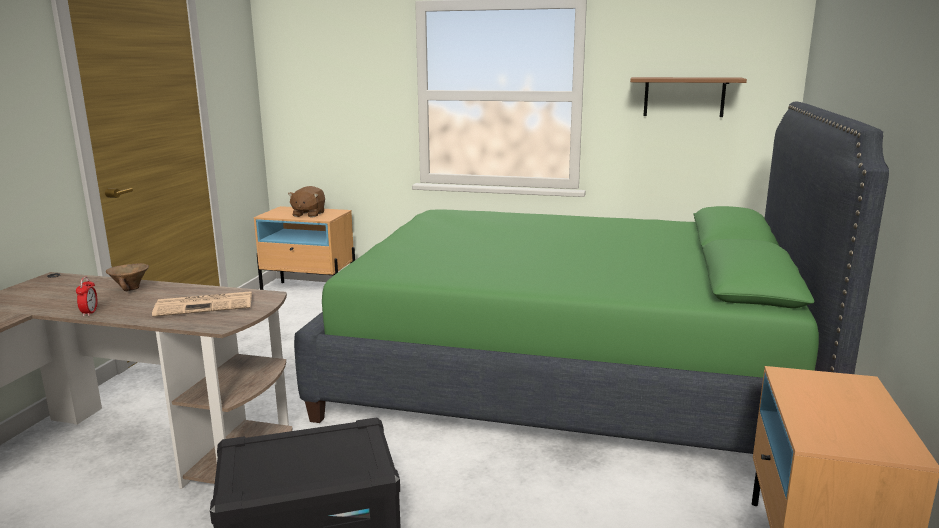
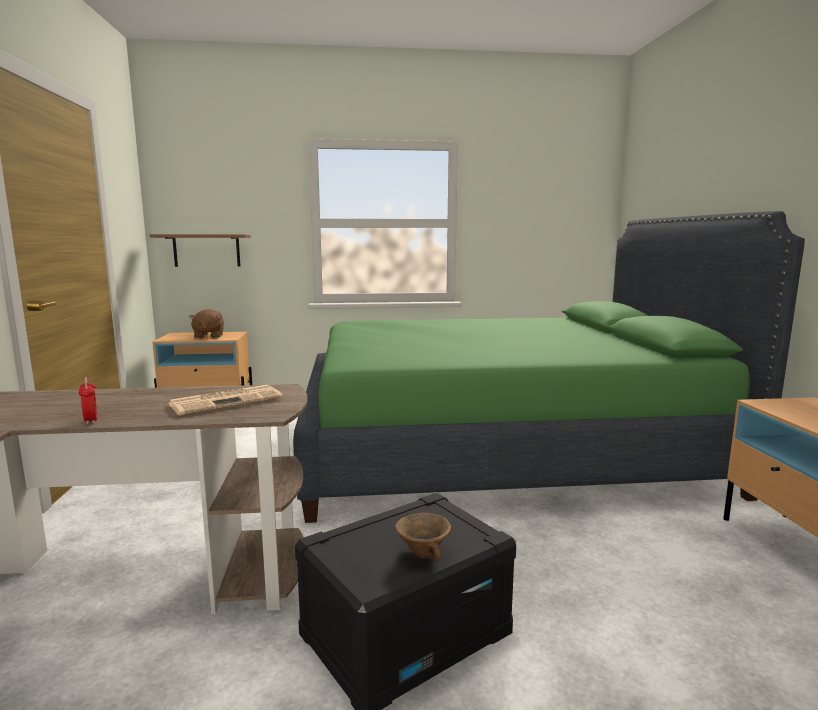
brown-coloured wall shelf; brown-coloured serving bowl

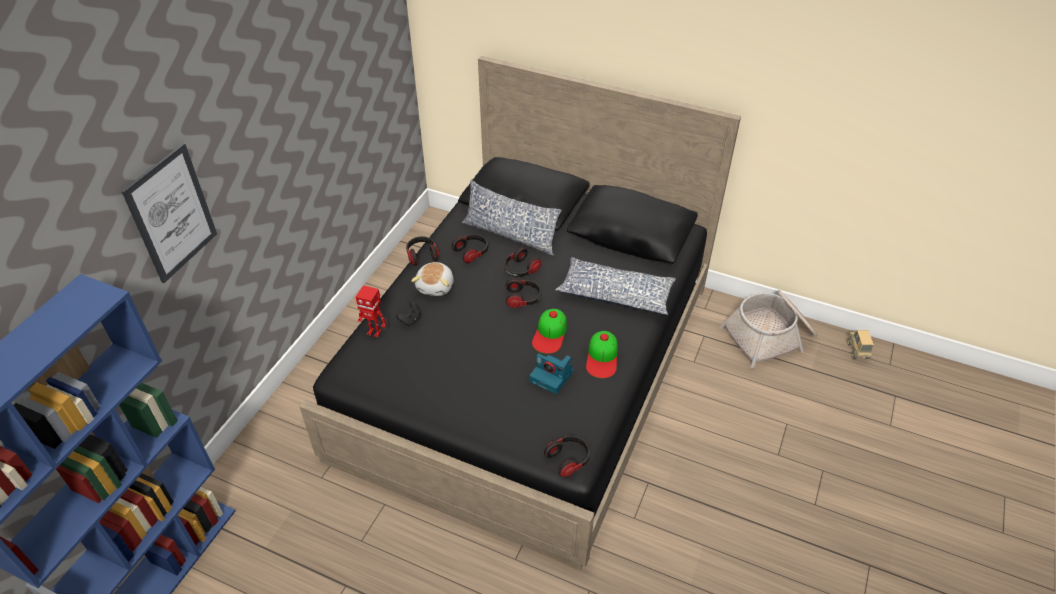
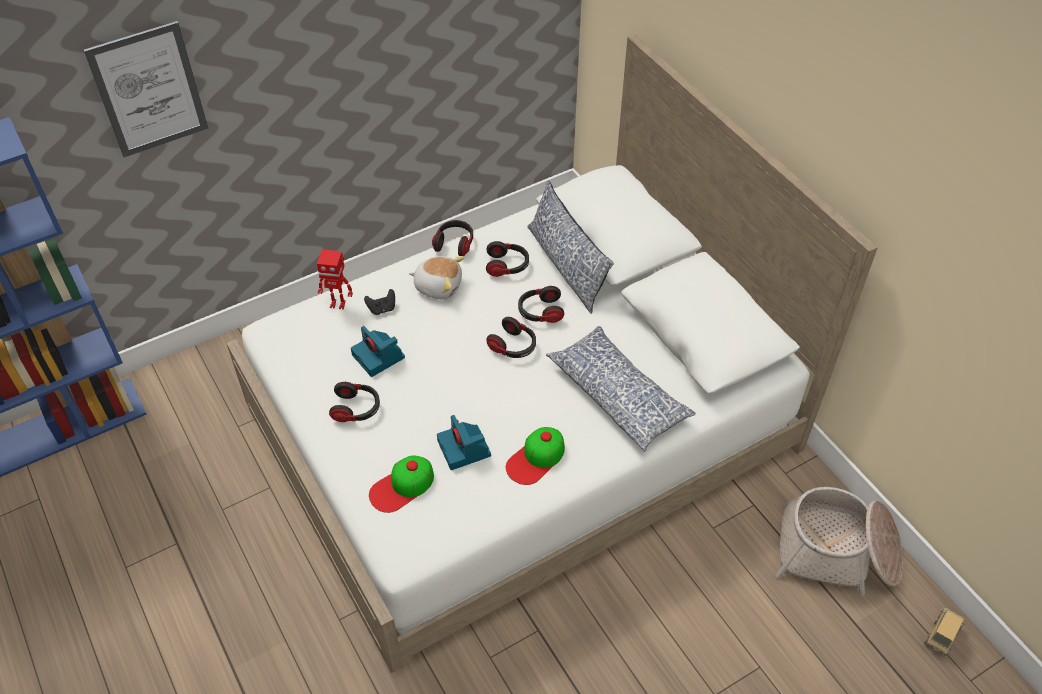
white-coloured sleeping bed; robot figure; headset (1st from left); still camera (1st from left); peaked cap (1st from left); cuddly toy

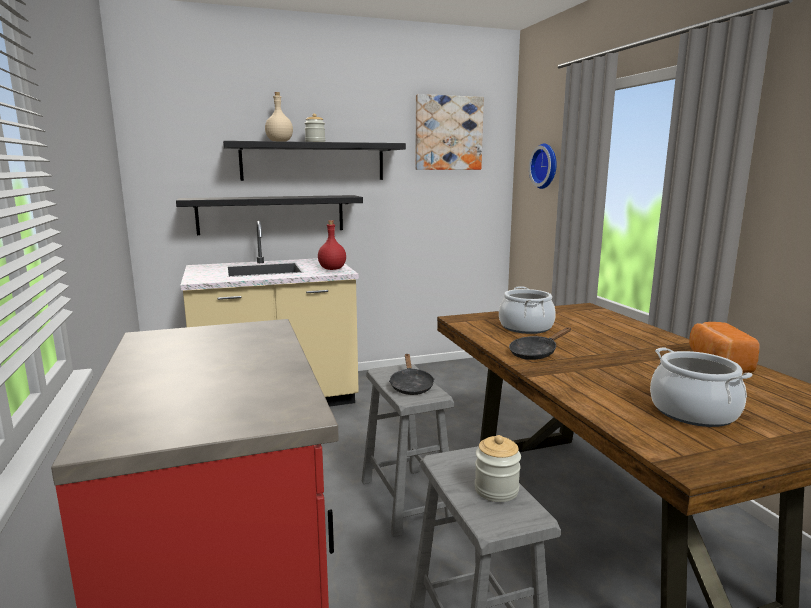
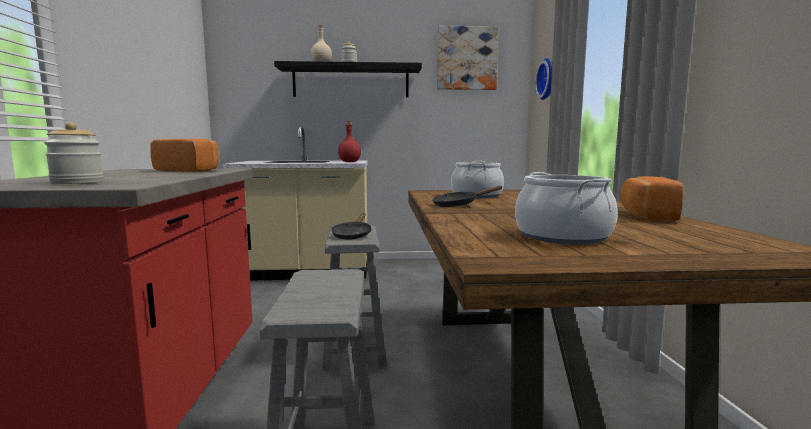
jar (1st from left); bread (1st from left); black-coloured wall shelf (1st from left in the first image)

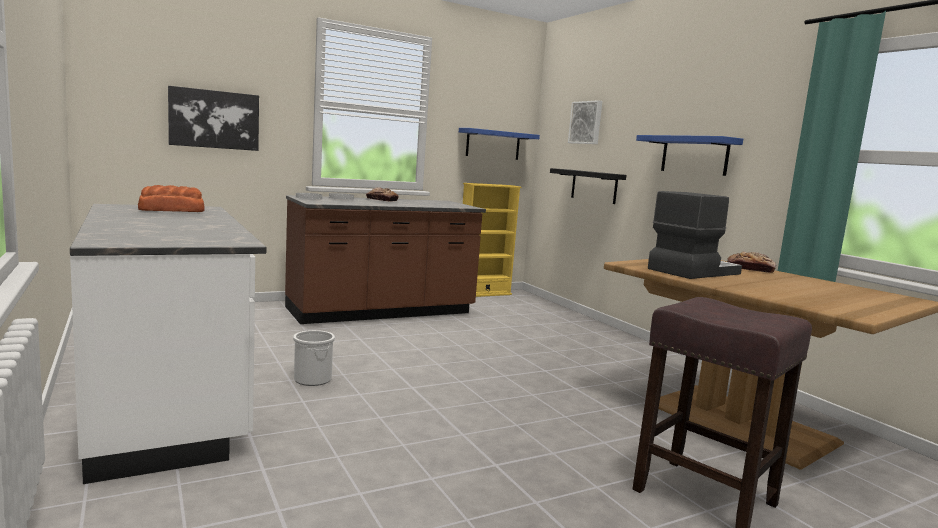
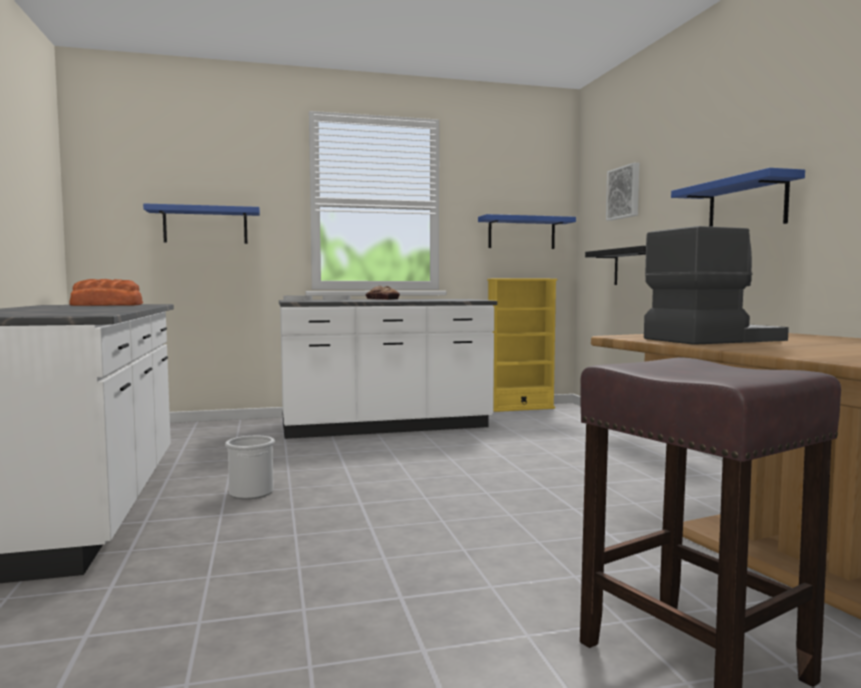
blue-coloured wall shelf (1st from left); white-coloured counter (2nd from left); bread (3rd from left in the first image)

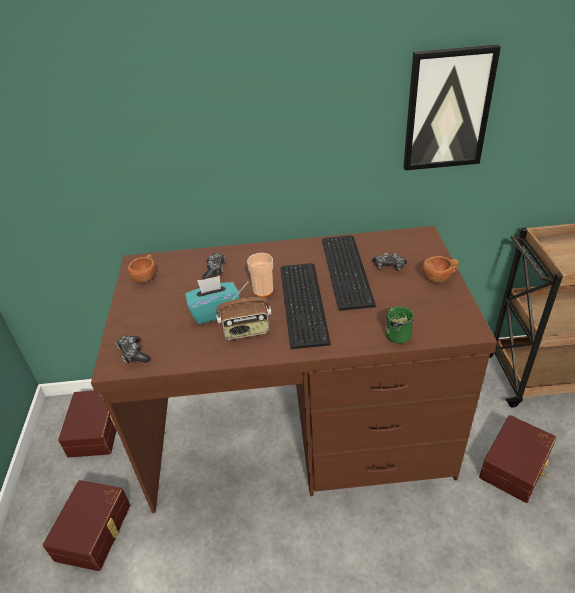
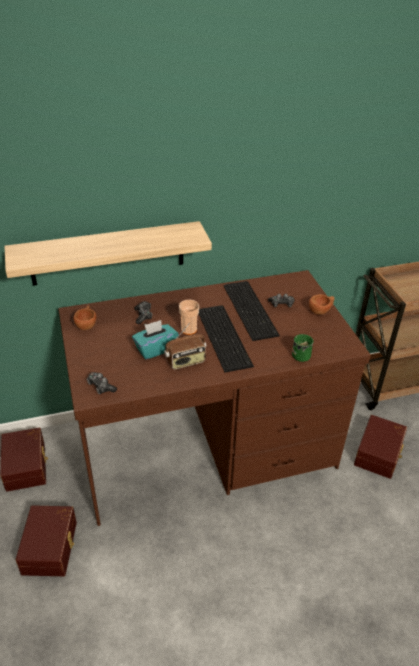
wall shelf; wall picture

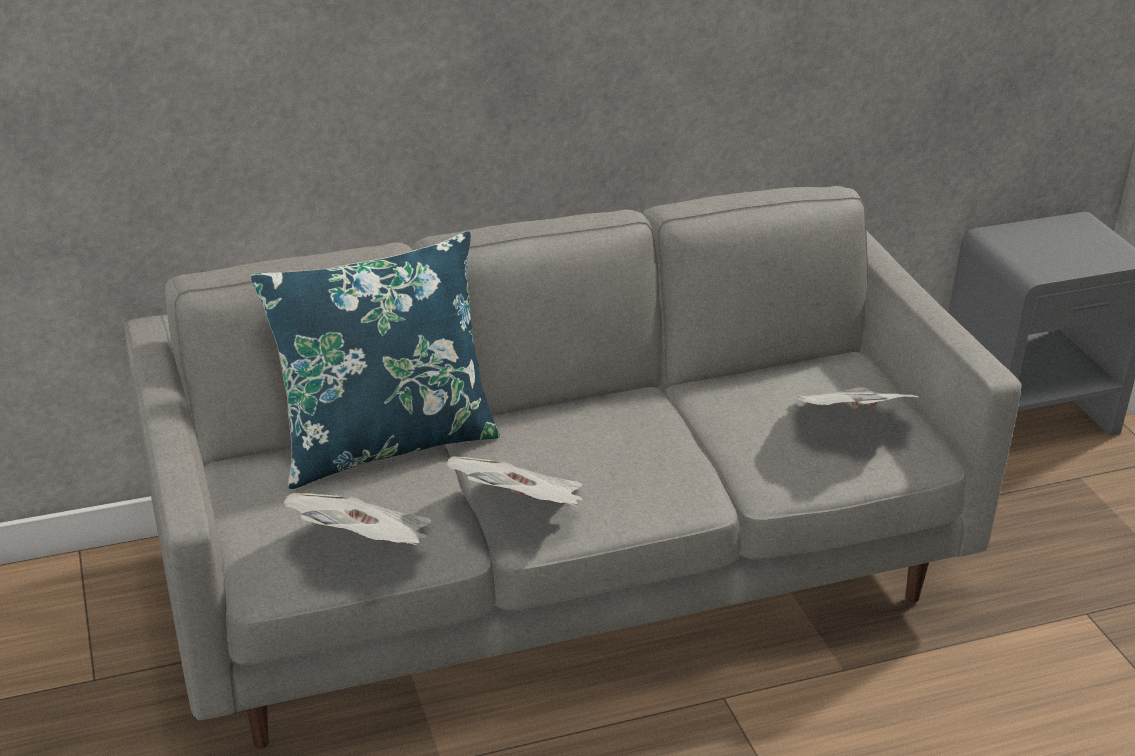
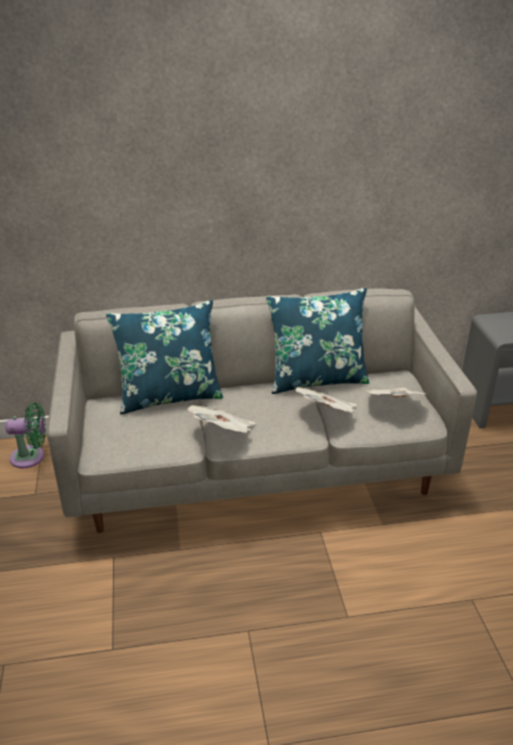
greenish fan; blue-coloured throw pillow (2nd from left); printed paper (2nd from left)

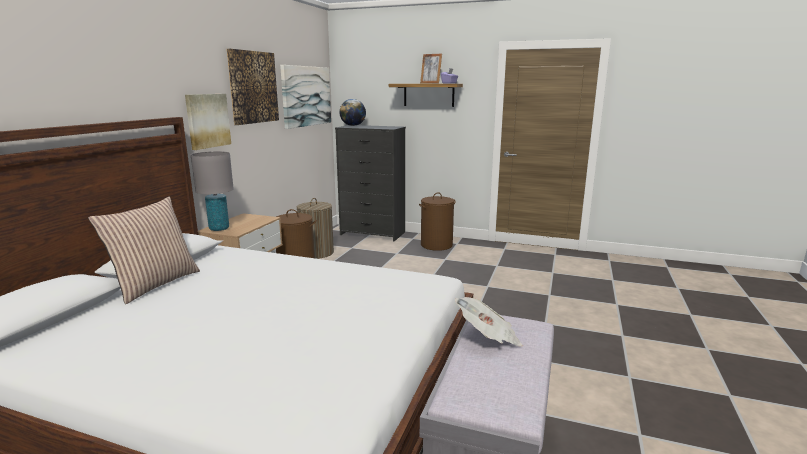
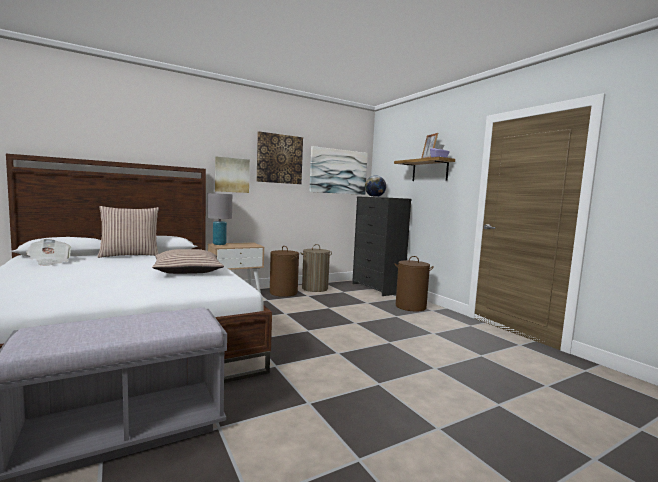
printed paper; throw pillow (2nd from left)

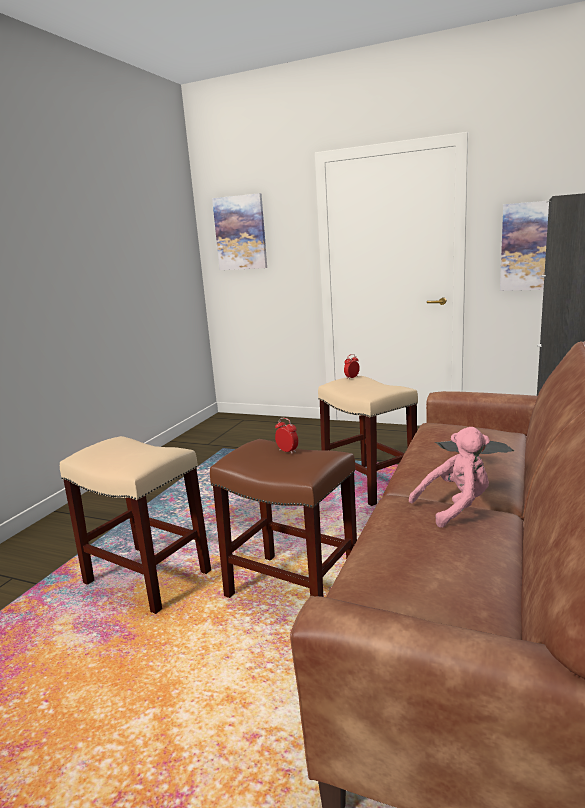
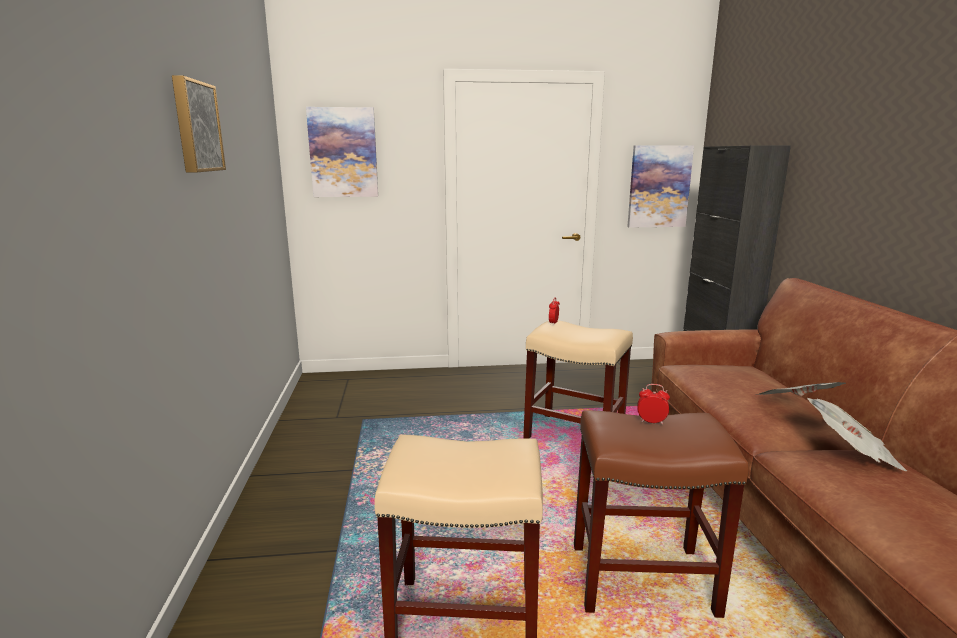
wall picture (1st from left); printed paper (2nd from left)

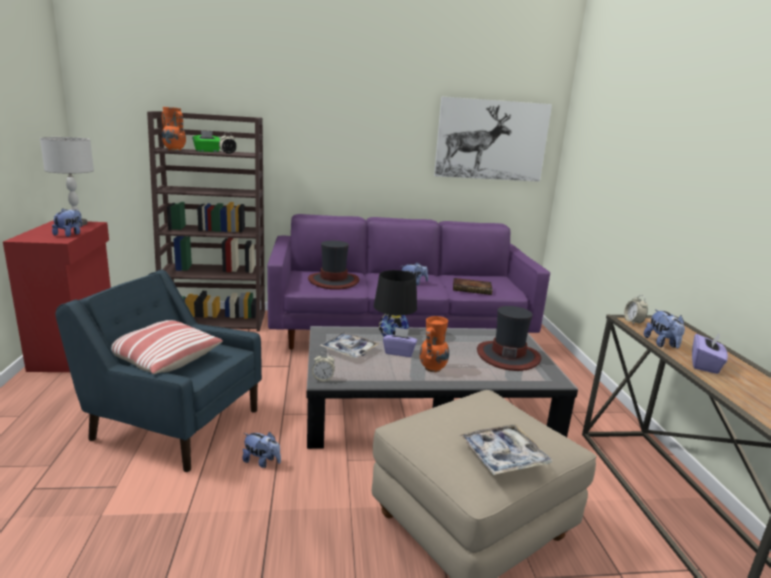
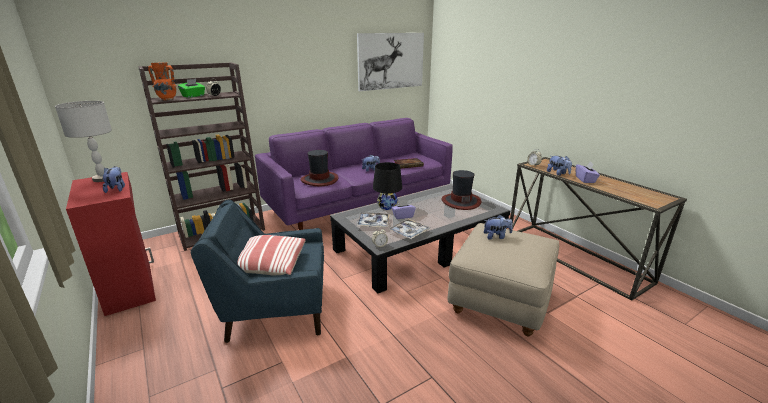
serving tray (2nd from left); cuddly toy (3rd from left); orange decorative vase (2nd from left in the first image)

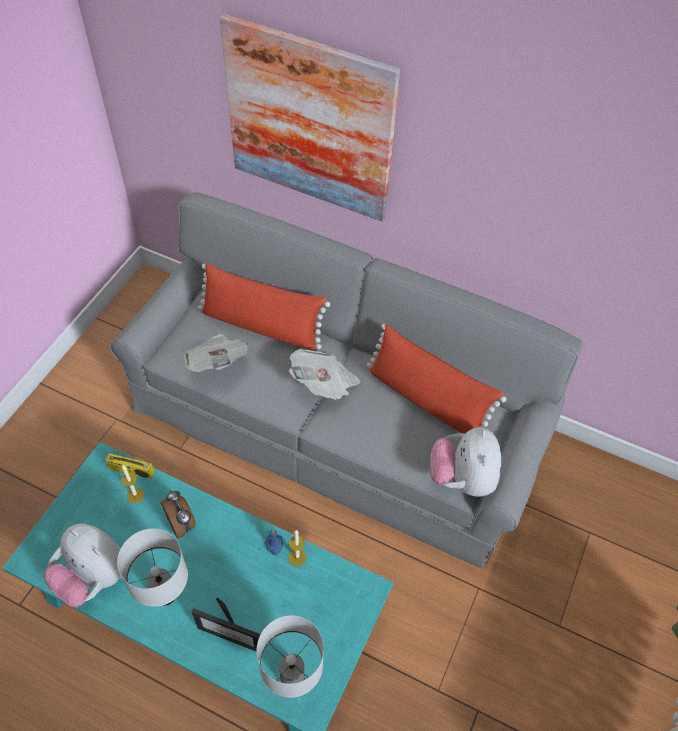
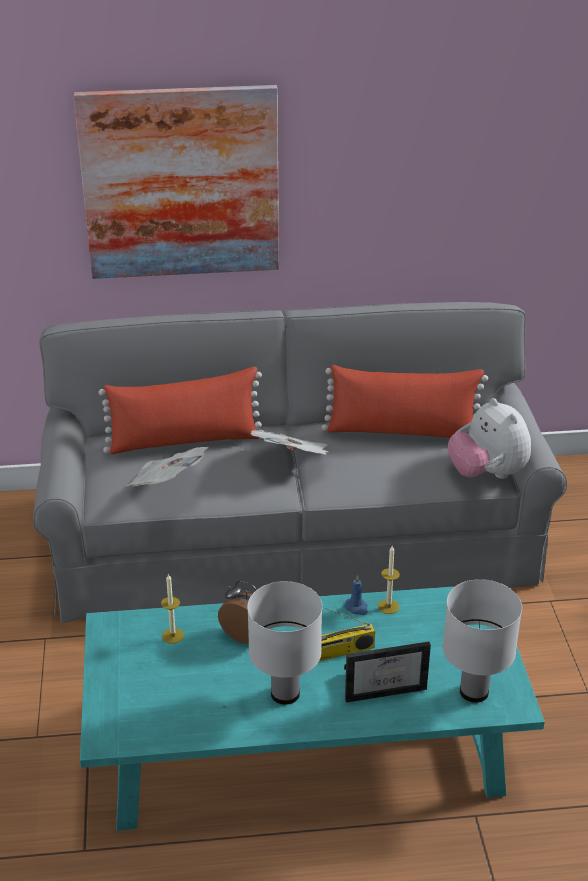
radio; cuddly toy (1st from left in the first image)

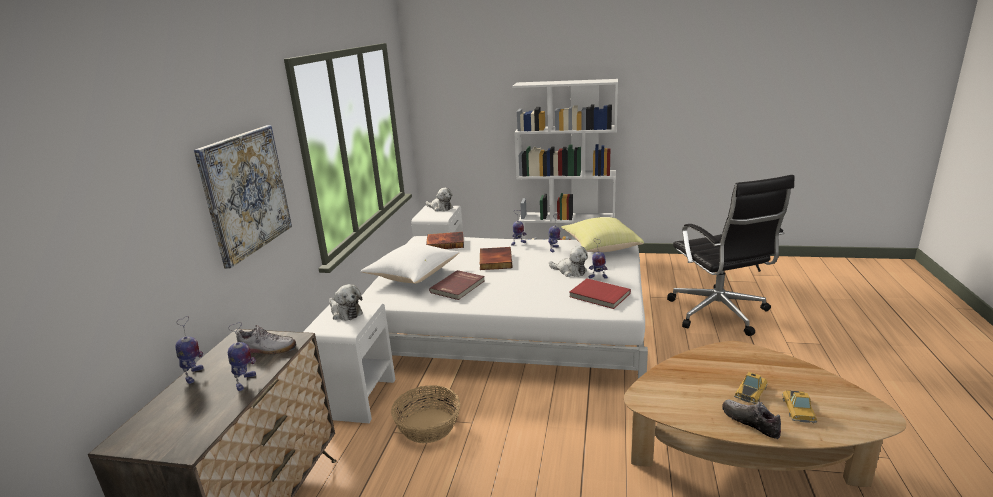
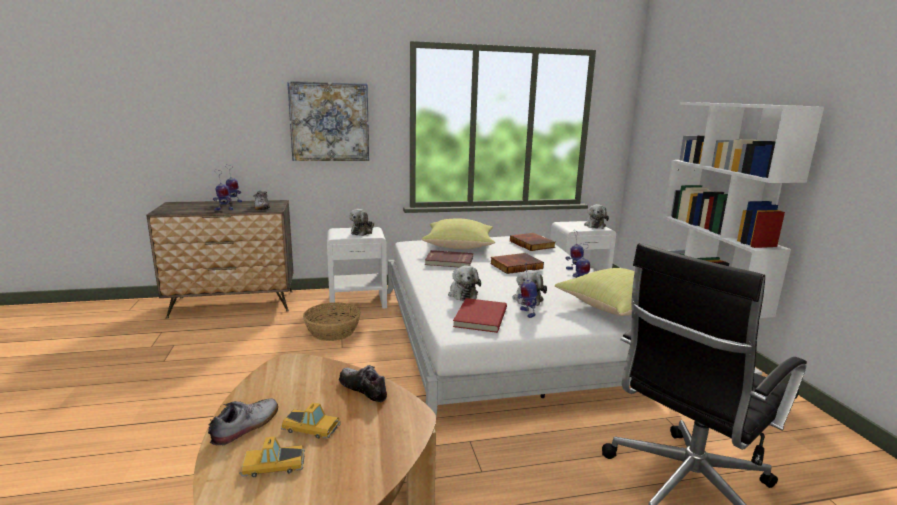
shoe (3rd from left); yellow throw pillow (1st from left); cuddly toy (2nd from left)

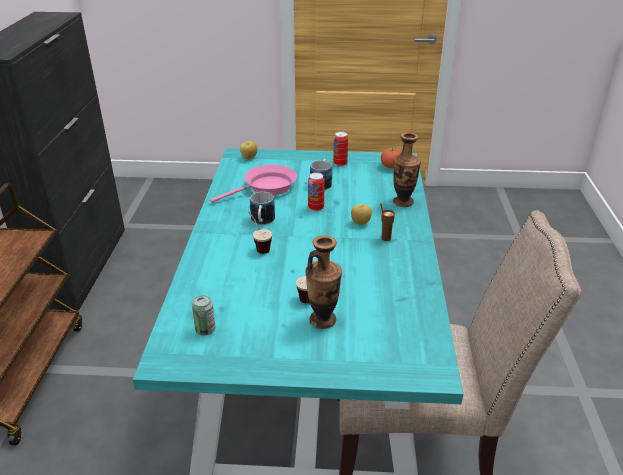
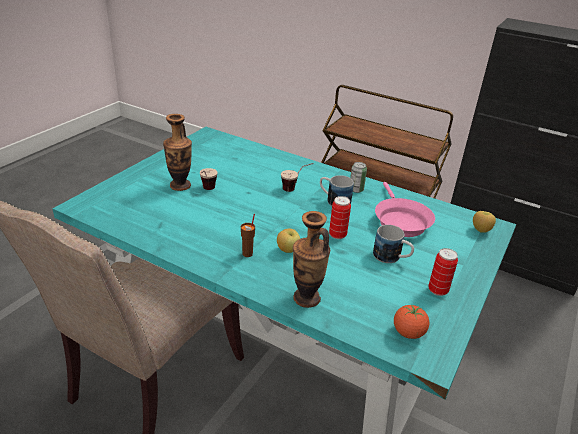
metal can (2nd from left)

